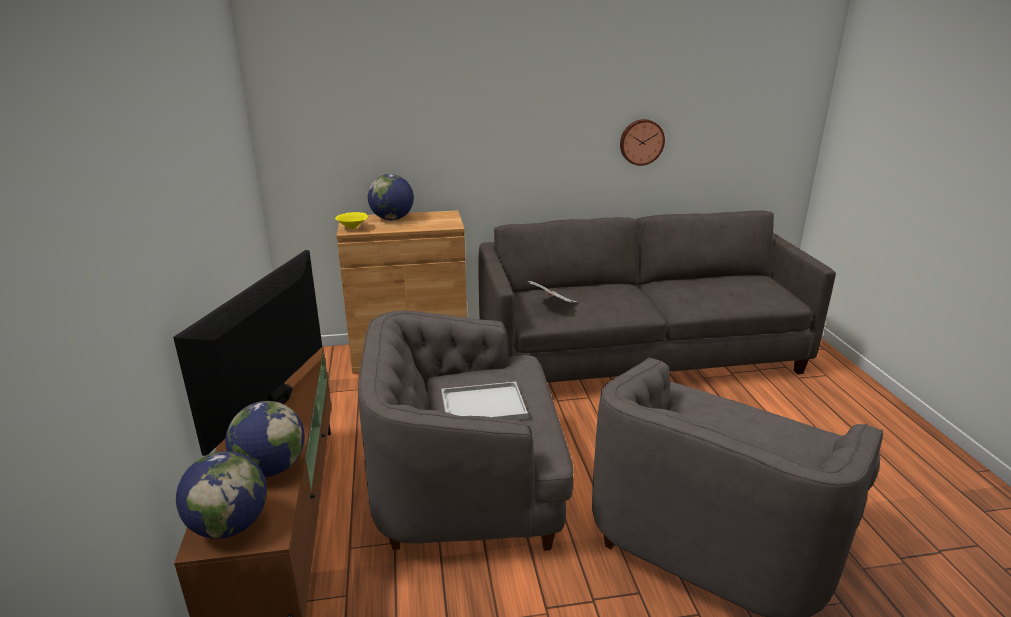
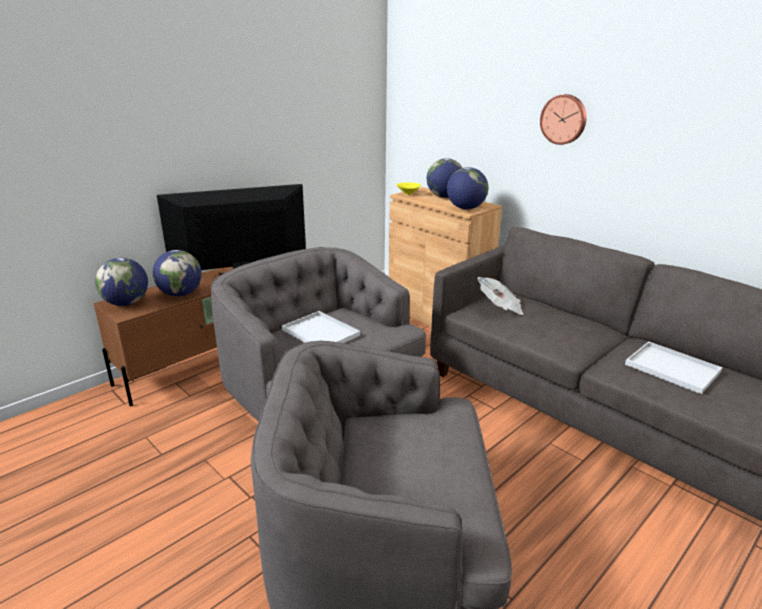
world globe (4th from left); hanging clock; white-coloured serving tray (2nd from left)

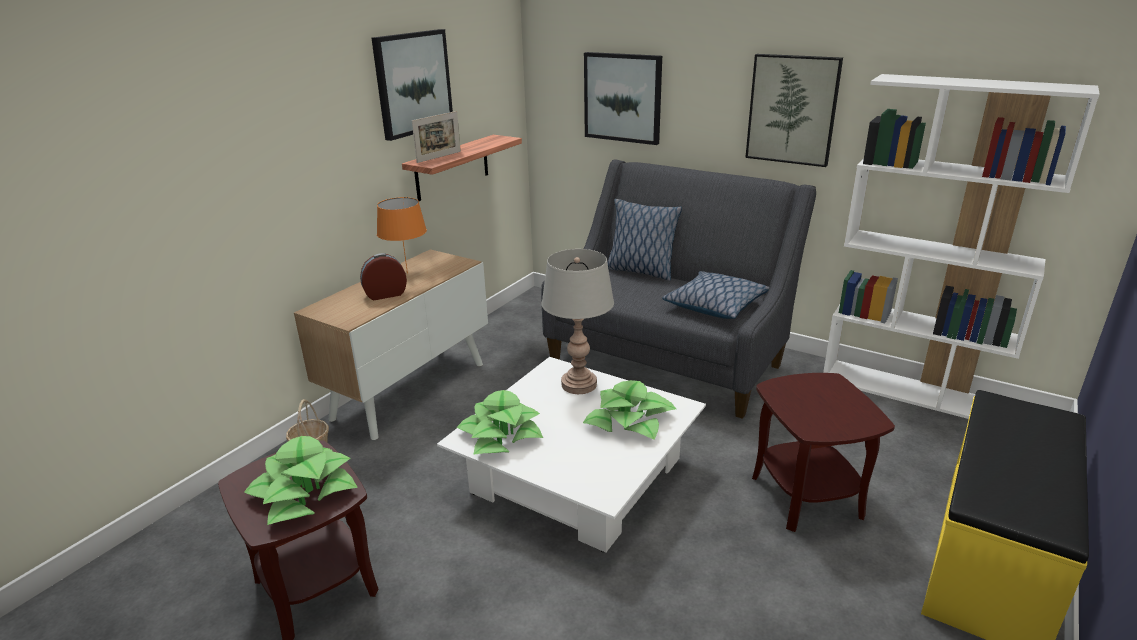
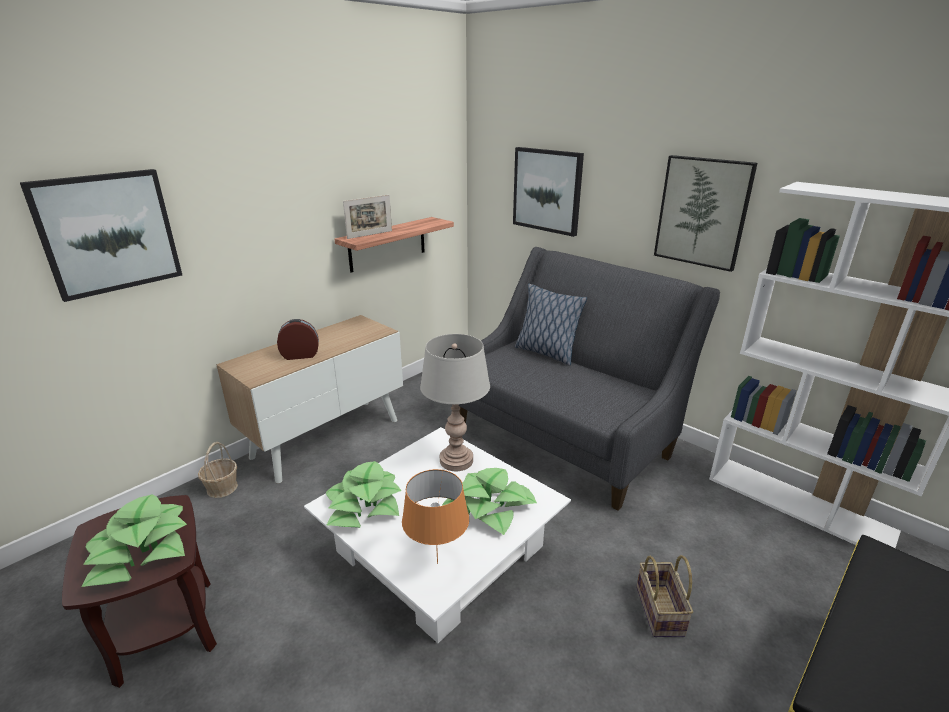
wall picture (1st from left); orange table lamp; basket (2nd from left); throw pillow (2nd from left in the first image)

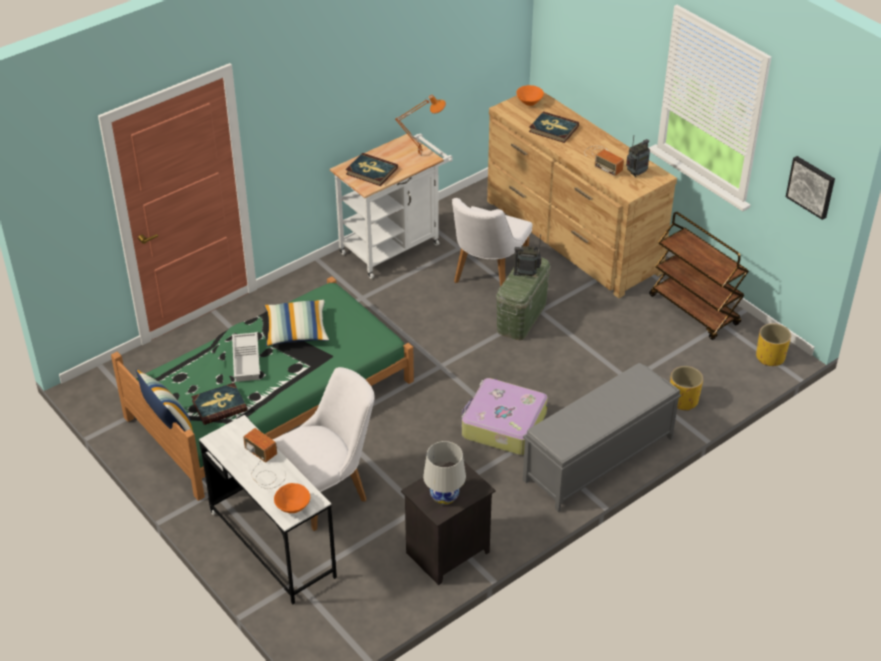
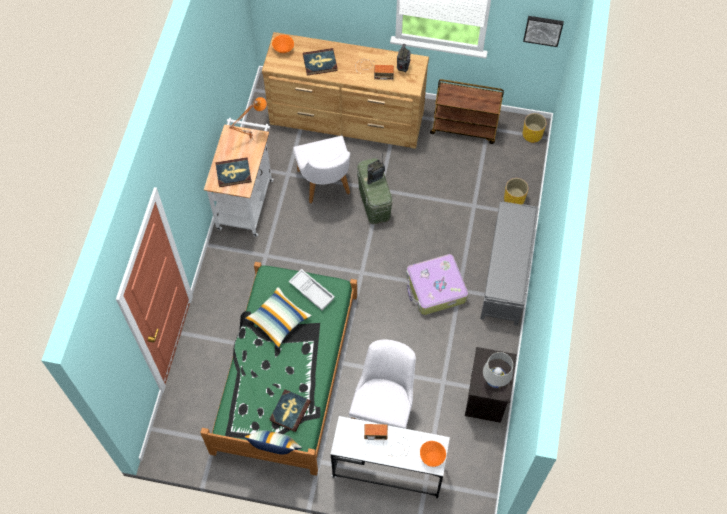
white-coloured serving tray

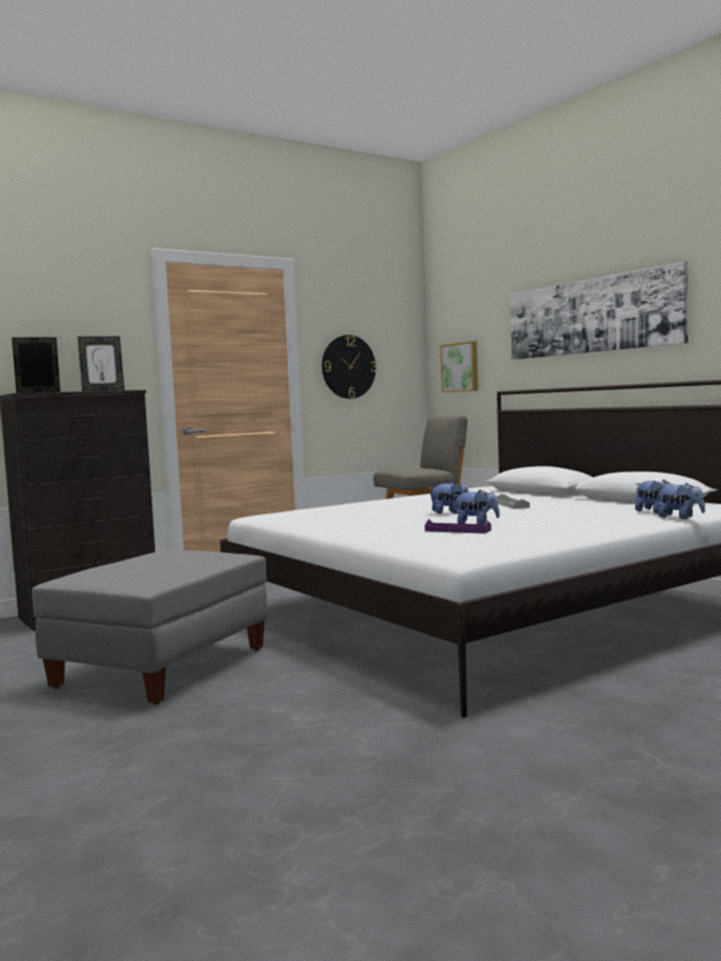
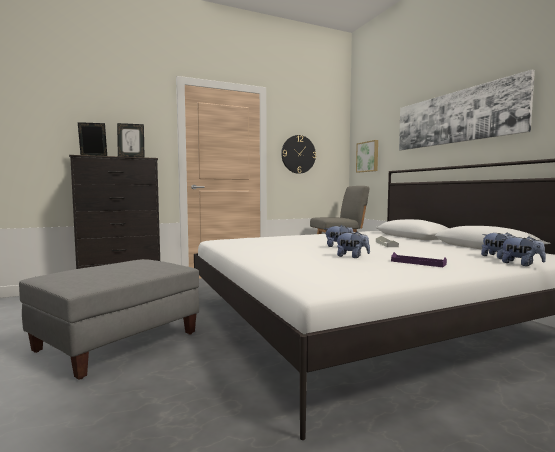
purplish serving tray

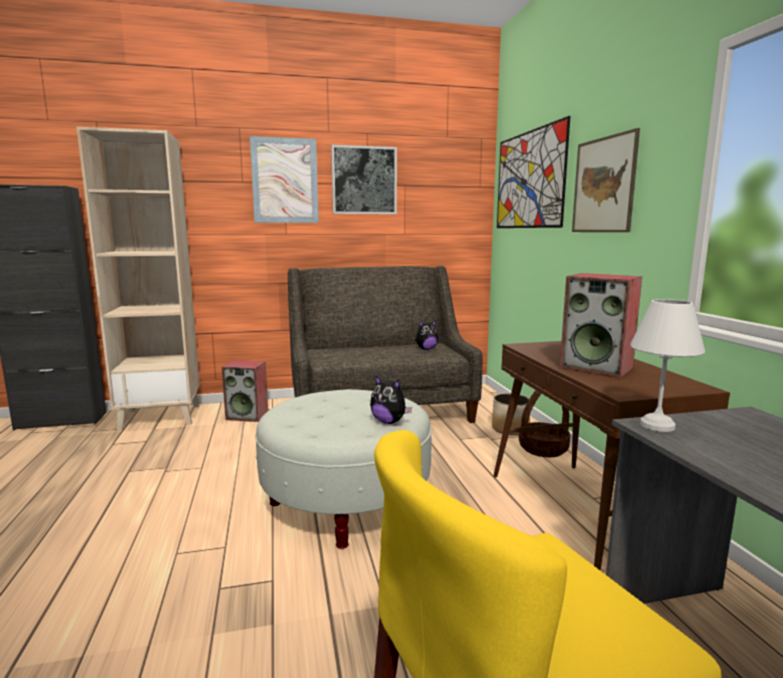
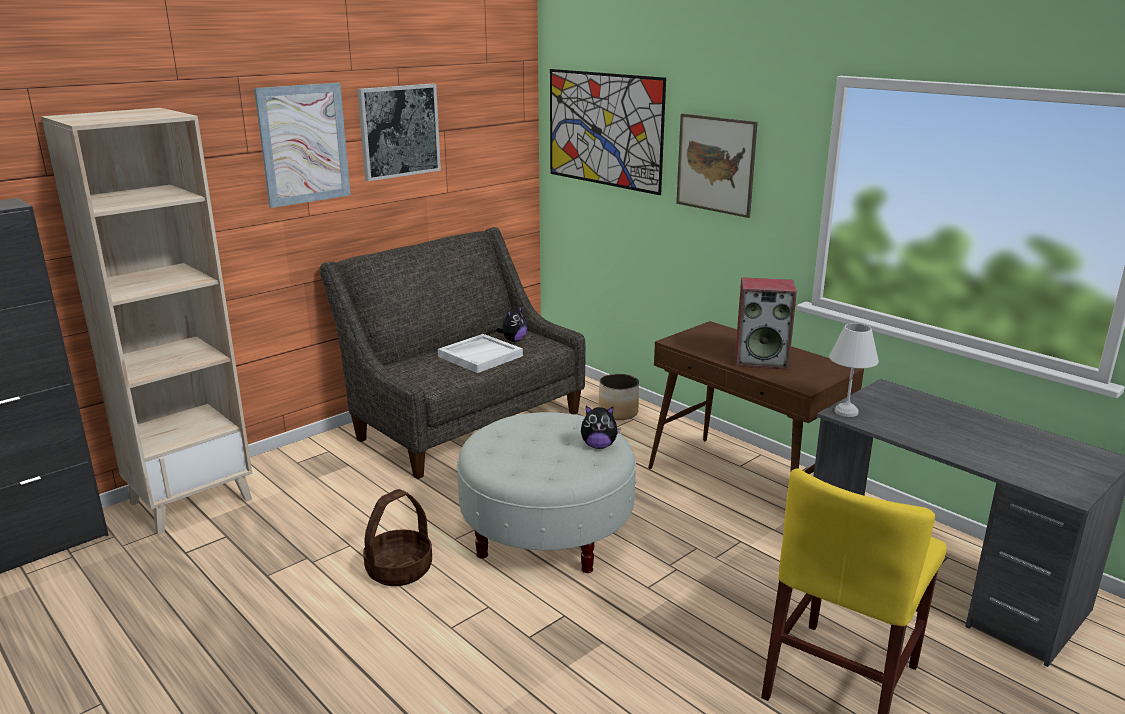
basket; white-coloured serving tray; audio speaker (1st from left in the first image)

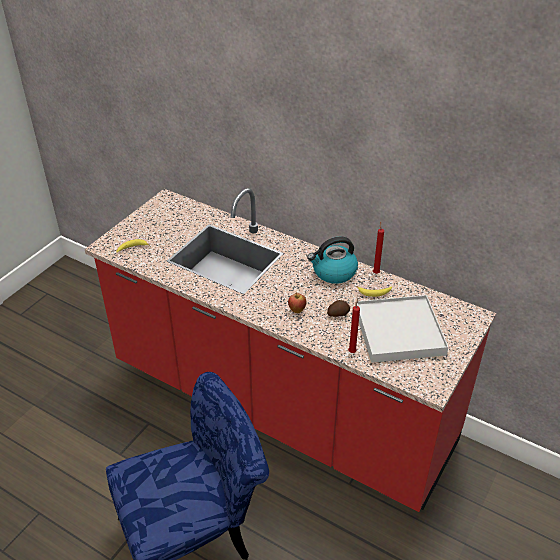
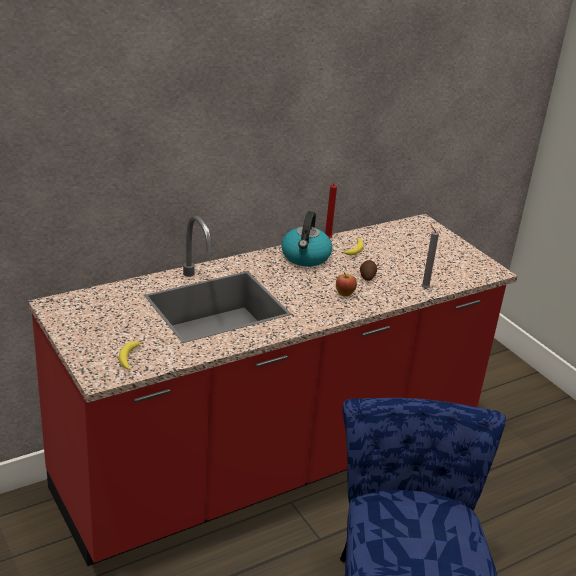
grey wax candle; white-coloured serving tray

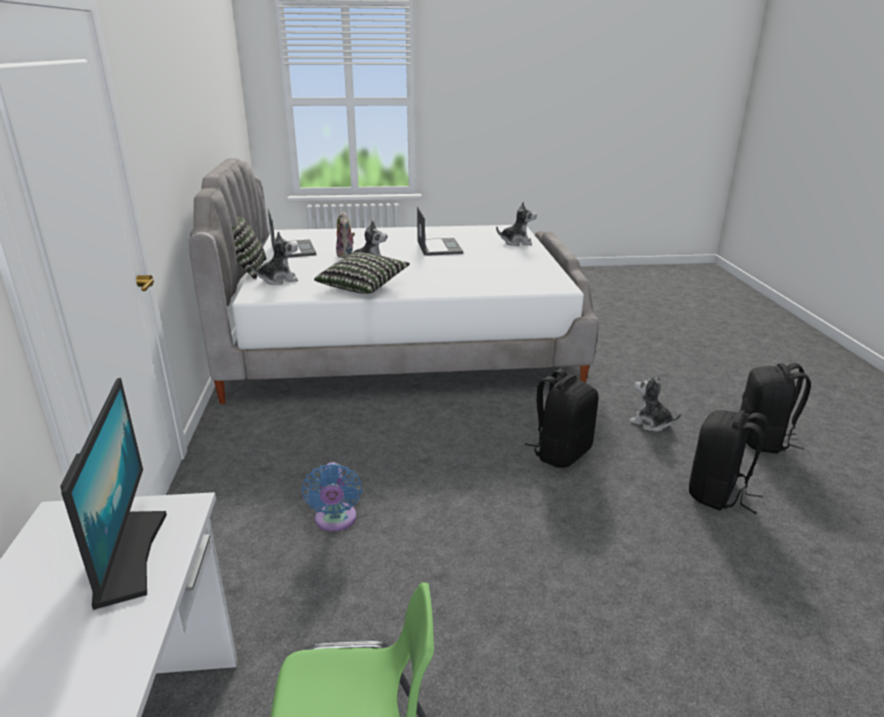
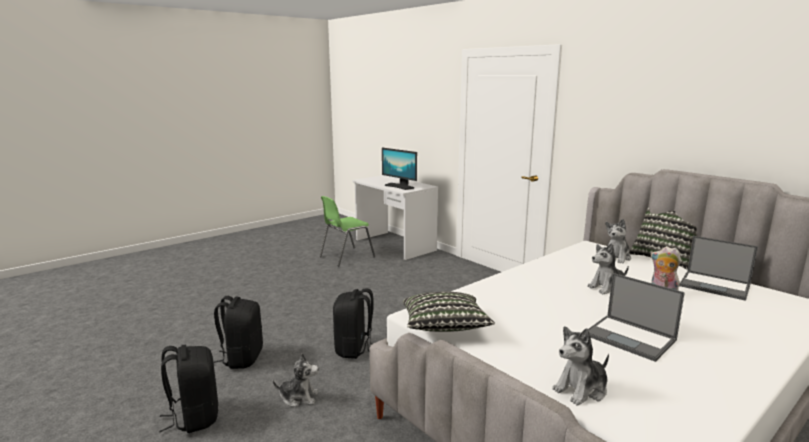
throw pillow (1st from left); blue-coloured fan

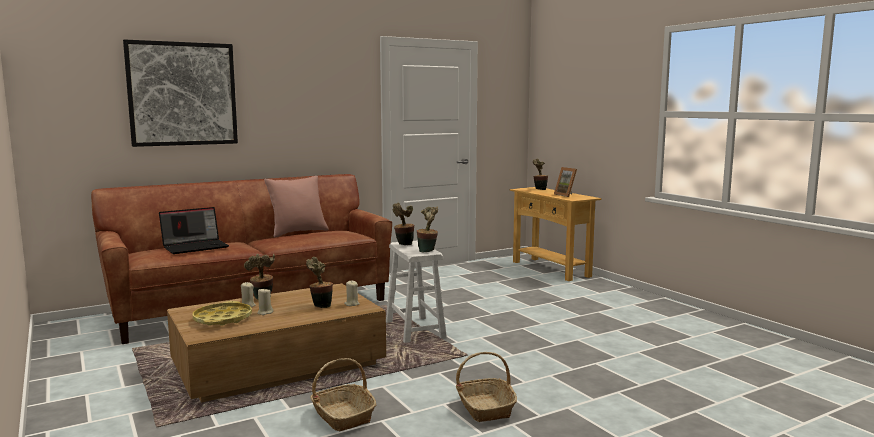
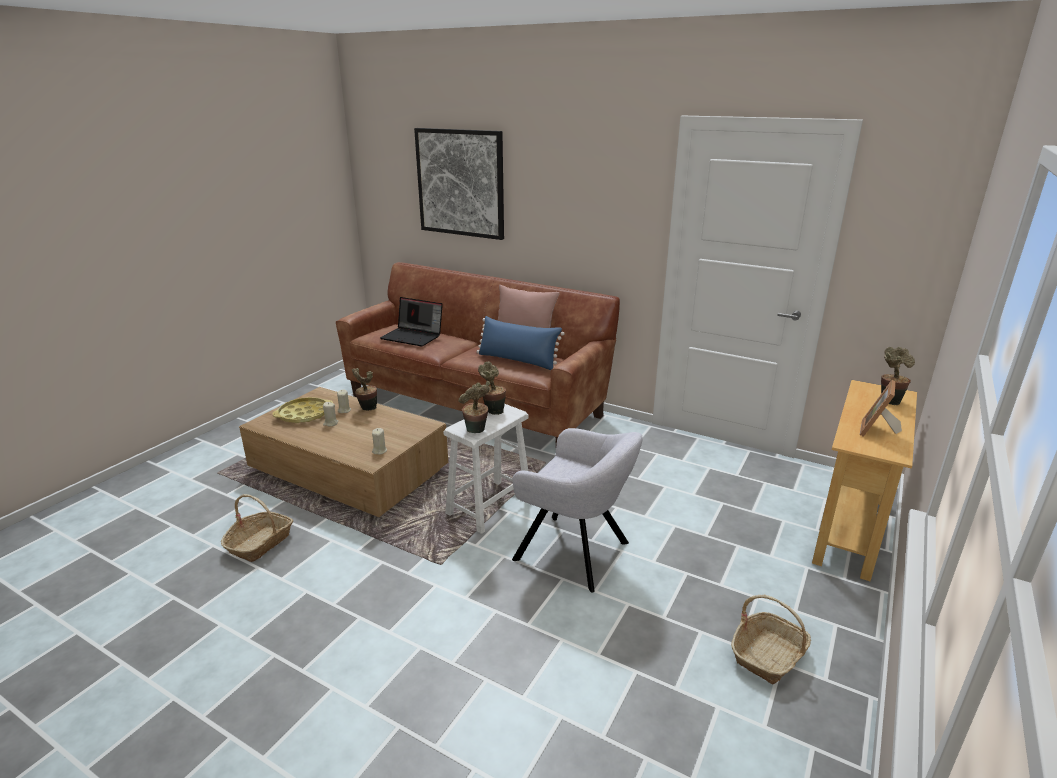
blue-coloured throw pillow; grey armchair; basket (2nd from left); potted plant (2nd from left in the first image)

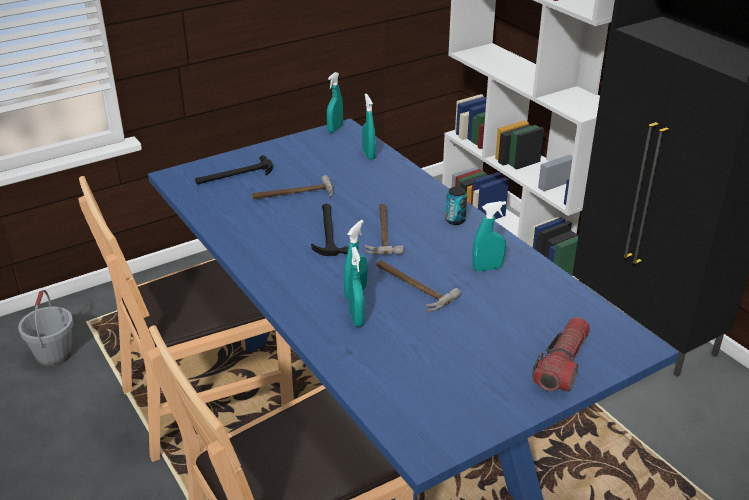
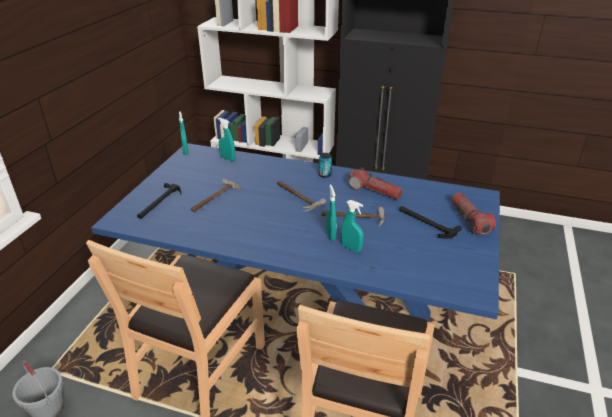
hand torch (1st from left); hammer (5th from left)

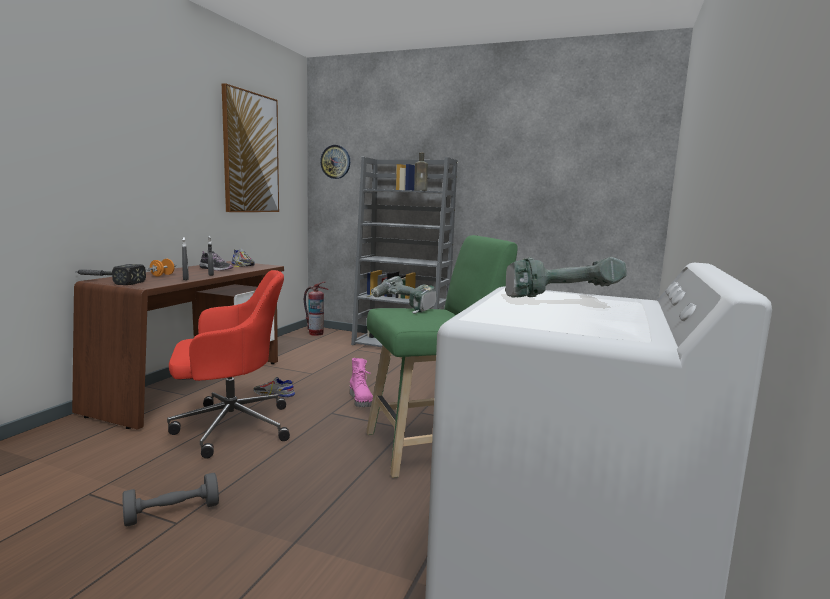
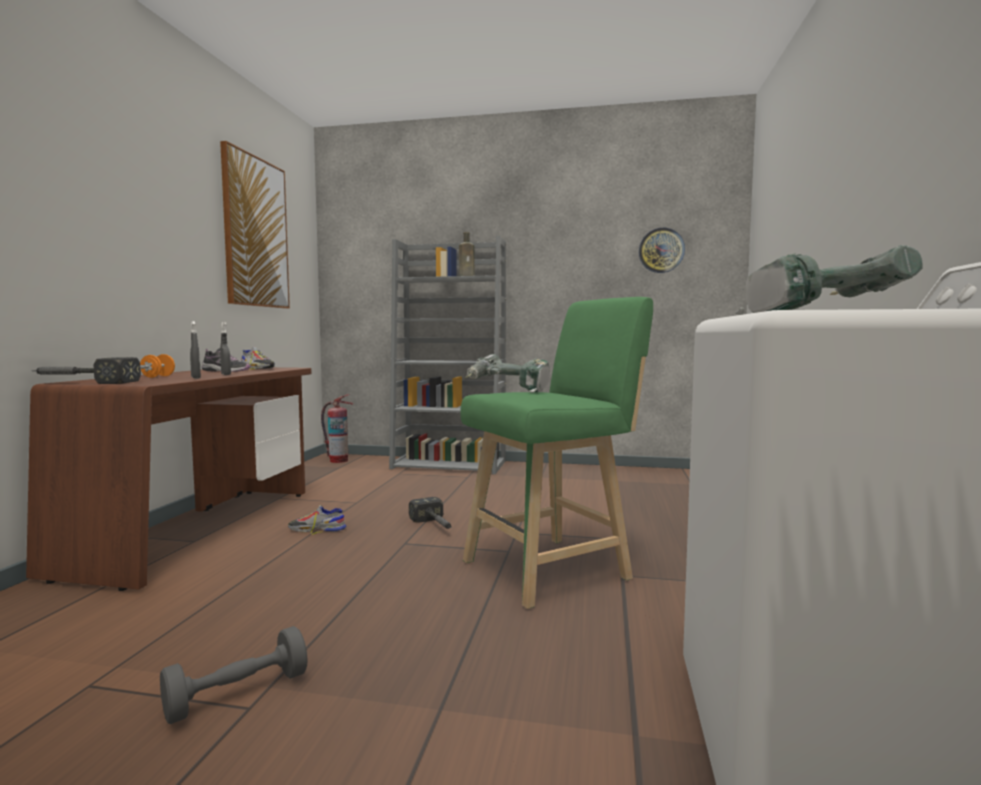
hammer (2nd from left); hanging clock; red computer chair

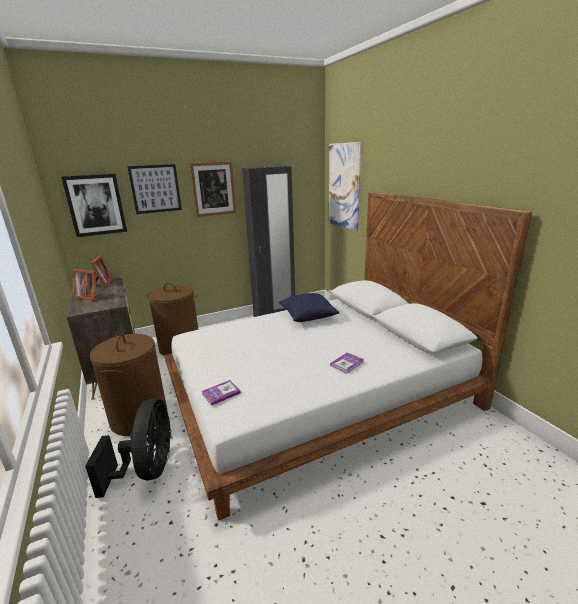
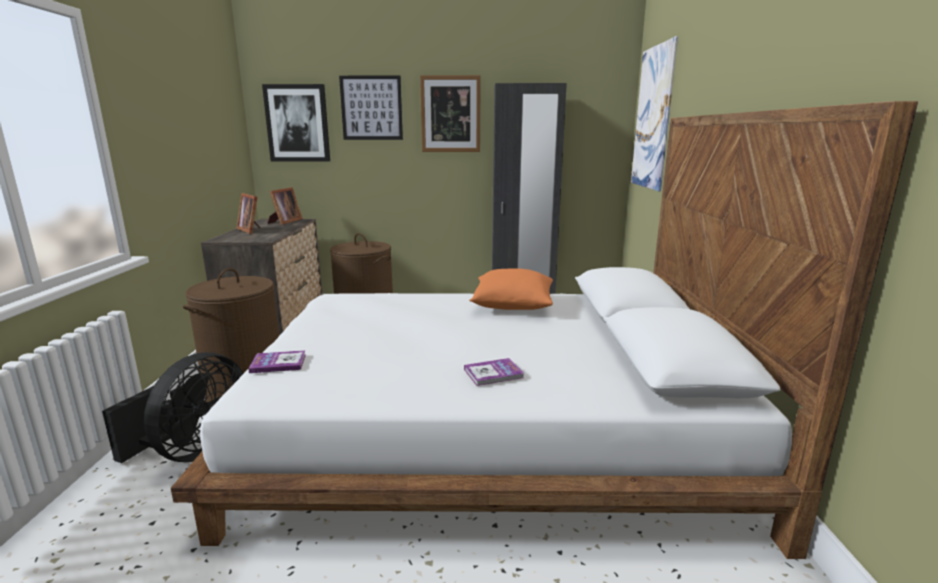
orange throw pillow

